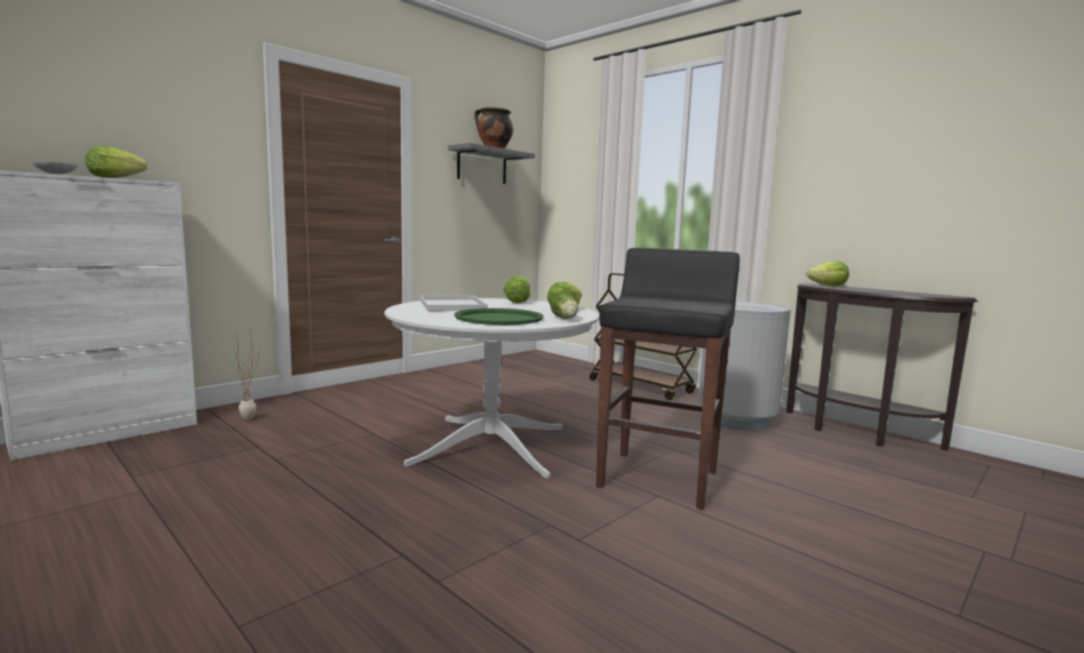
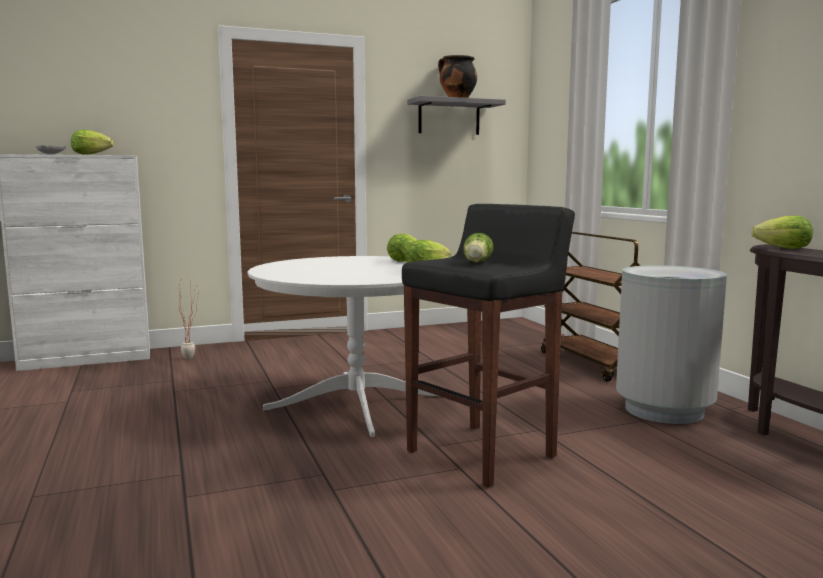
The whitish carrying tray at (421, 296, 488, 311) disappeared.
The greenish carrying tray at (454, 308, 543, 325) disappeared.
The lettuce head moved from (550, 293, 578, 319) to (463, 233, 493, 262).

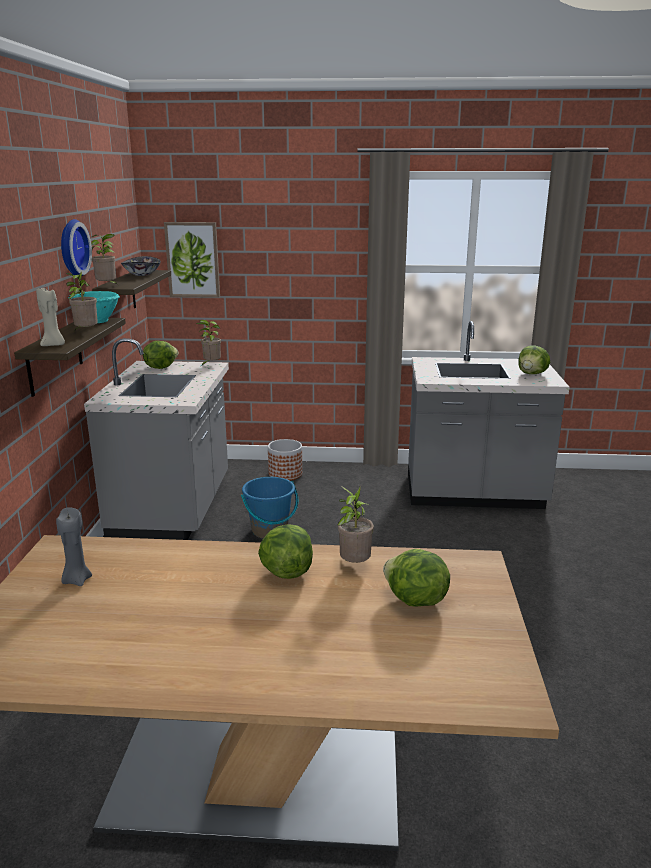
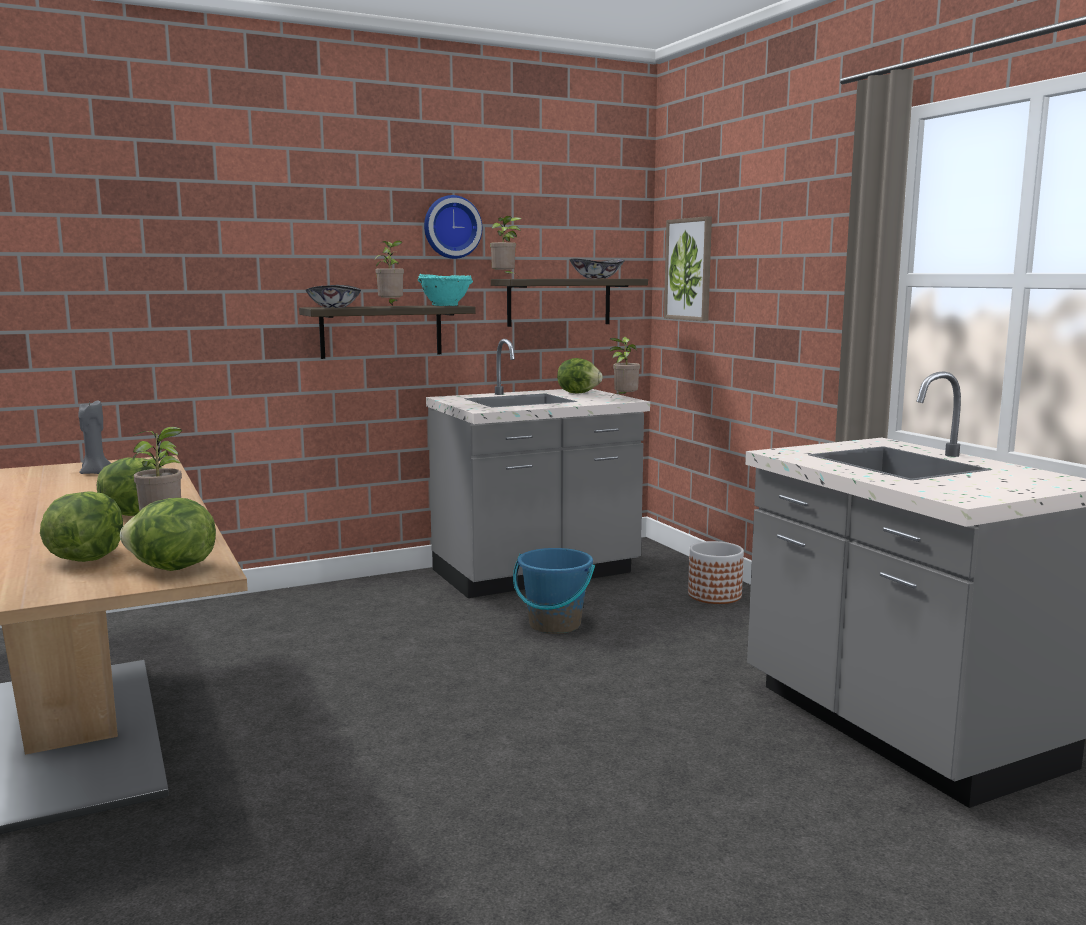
The lettuce head moved from (518, 345, 550, 374) to (120, 498, 216, 571).
The sand-coloured candle at (36, 287, 65, 346) was replaced by the deep dish at (306, 285, 361, 308).

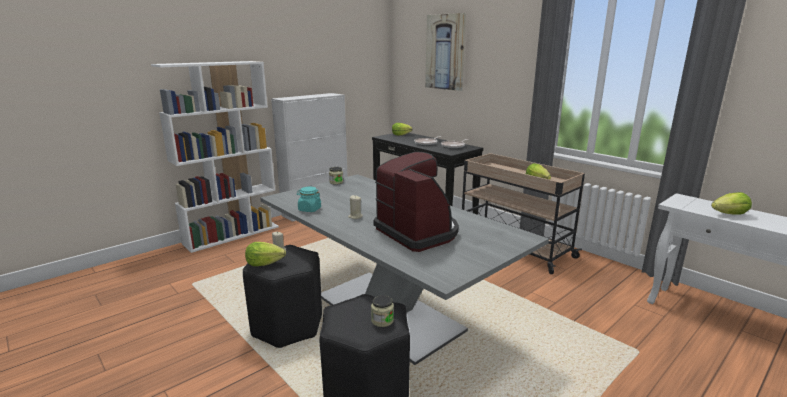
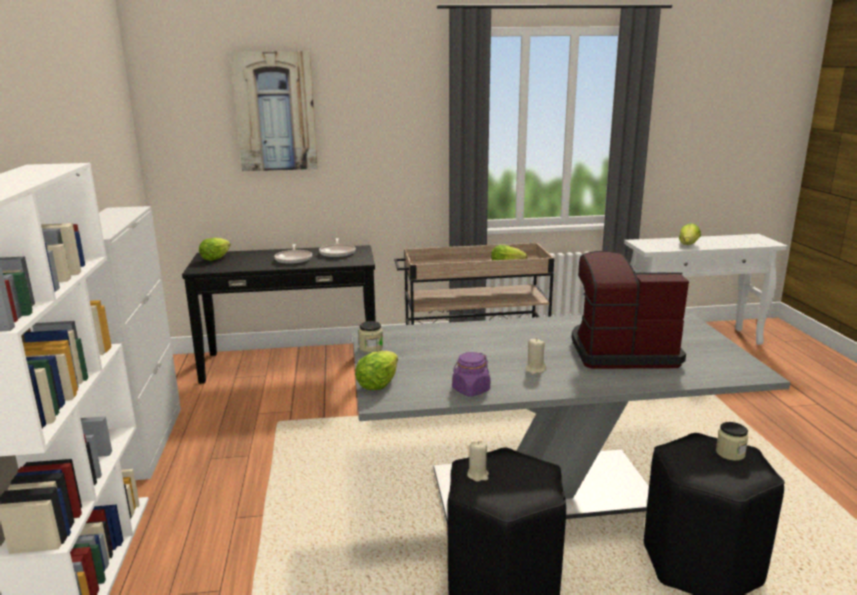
The lettuce head moved from (245, 242, 286, 266) to (355, 351, 398, 390).
The turquoise-coloured jar at (297, 187, 321, 212) became the purple jar at (452, 352, 490, 397).

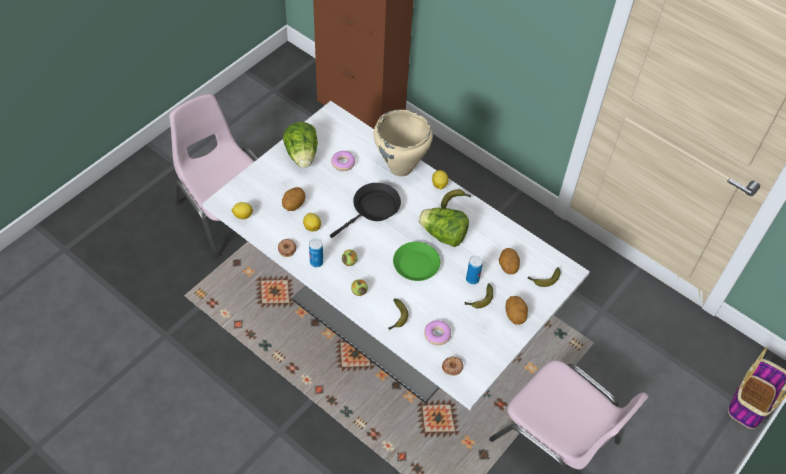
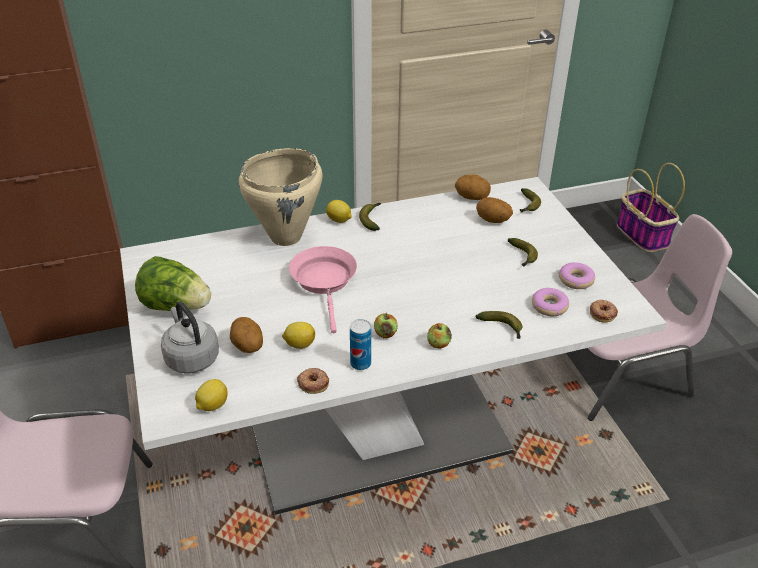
The greenish plate at (393, 242, 440, 281) disappeared.
The lettuce head at (418, 208, 469, 247) disappeared.
The sealed can at (466, 255, 483, 285) disappeared.
The greyish water kettle at (161, 302, 219, 373) appeared.
The doughnut moved from (331, 151, 355, 171) to (558, 262, 595, 289).
The whole potato moved from (505, 296, 528, 325) to (455, 175, 491, 200).
The blackish frying pan at (330, 183, 401, 238) became the pinkish frying pan at (289, 246, 357, 334).

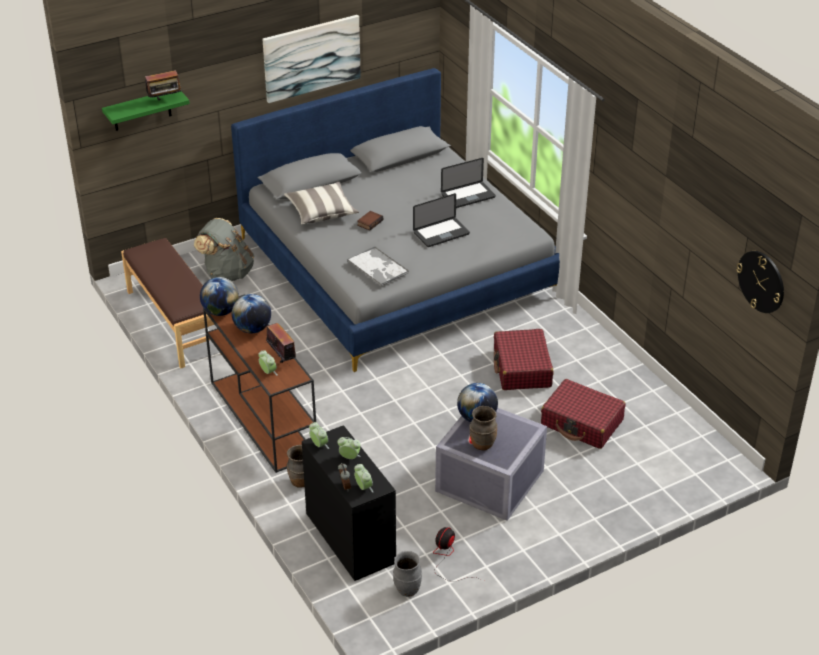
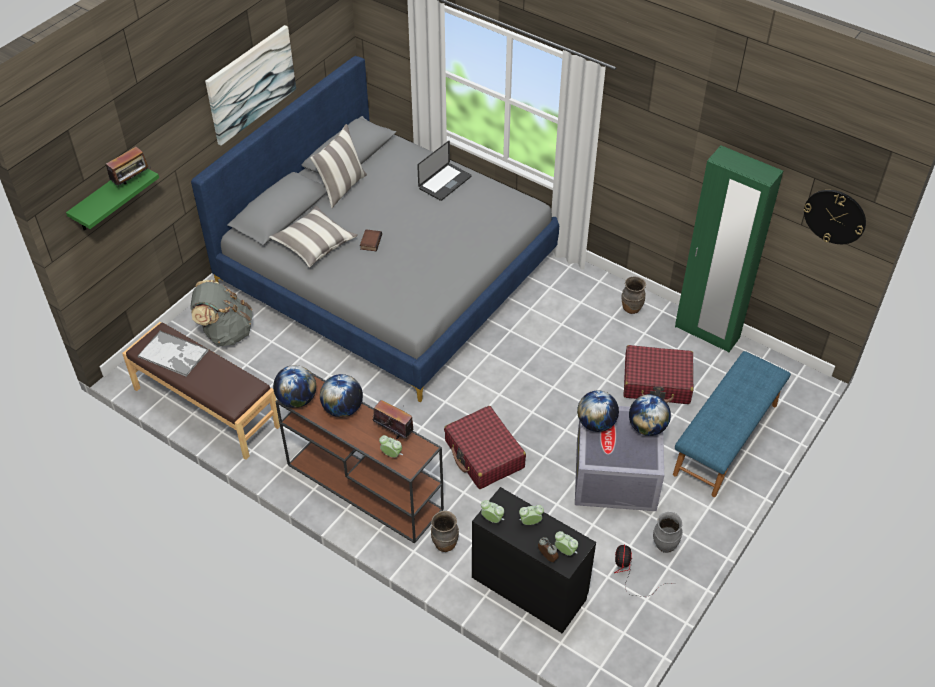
The portable computer at (413, 193, 470, 247) disappeared.
The pillow at (310, 124, 367, 208) appeared.
The desk globe at (629, 394, 671, 436) appeared.
The blue indoor bench at (673, 351, 791, 497) appeared.
The greenish armoire at (675, 145, 783, 353) appeared.
The carrying tray moved from (347, 247, 409, 286) to (137, 330, 209, 377).
The greyish flower vase moved from (393, 551, 422, 597) to (653, 512, 683, 553).
The brown-coloured flower vase moved from (469, 406, 497, 450) to (622, 277, 646, 314).
The red-coloured piece of luggage moved from (494, 329, 554, 390) to (444, 406, 526, 489).

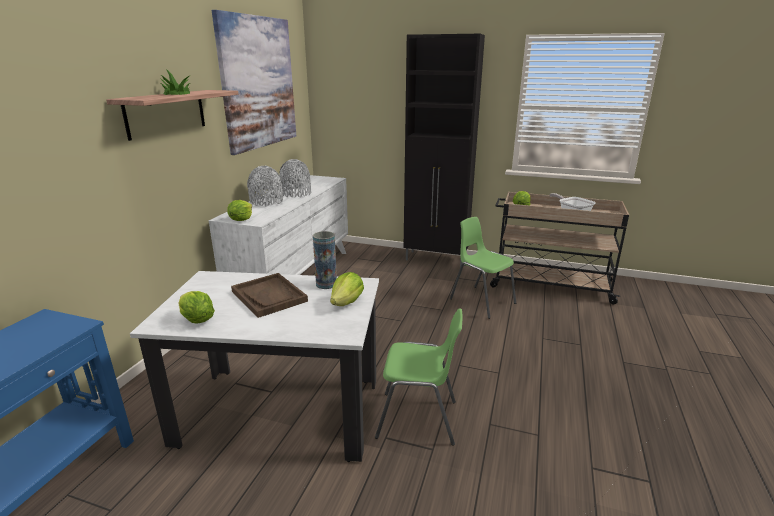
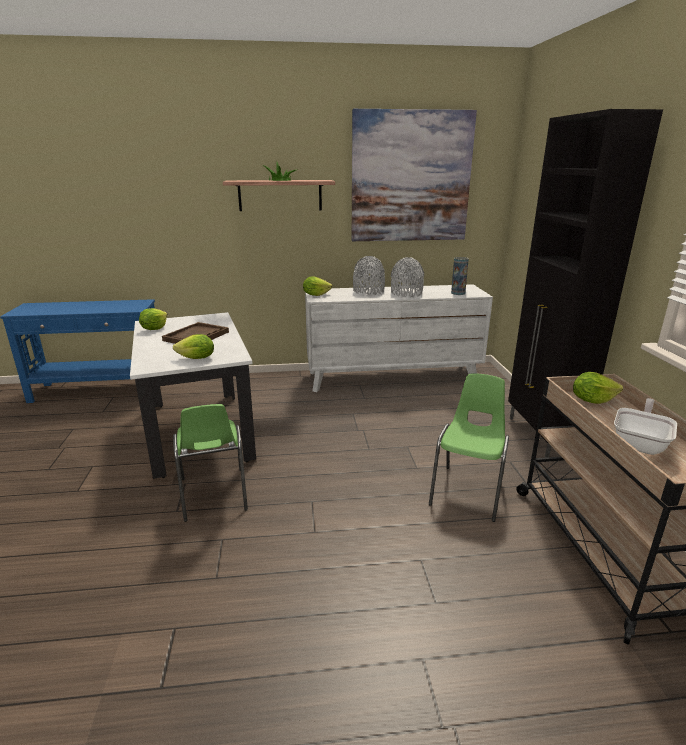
The flower vase moved from (313, 231, 337, 289) to (451, 257, 469, 295).

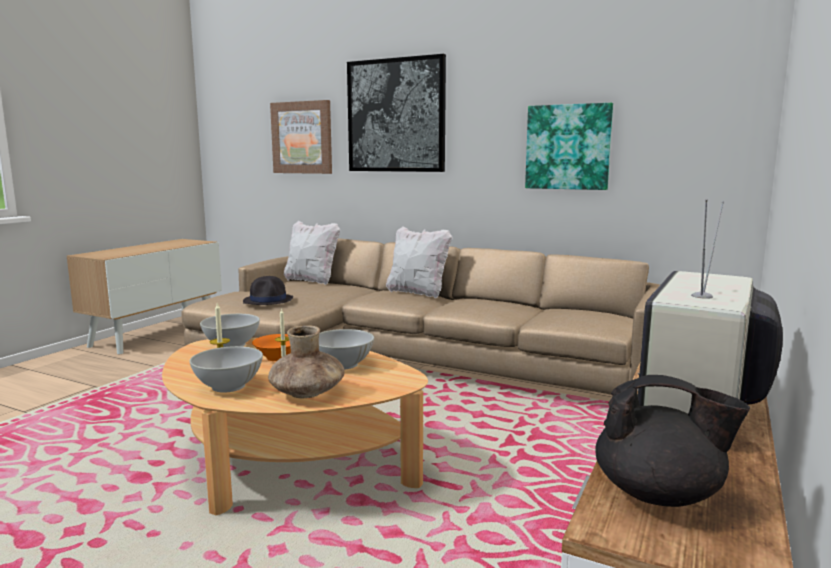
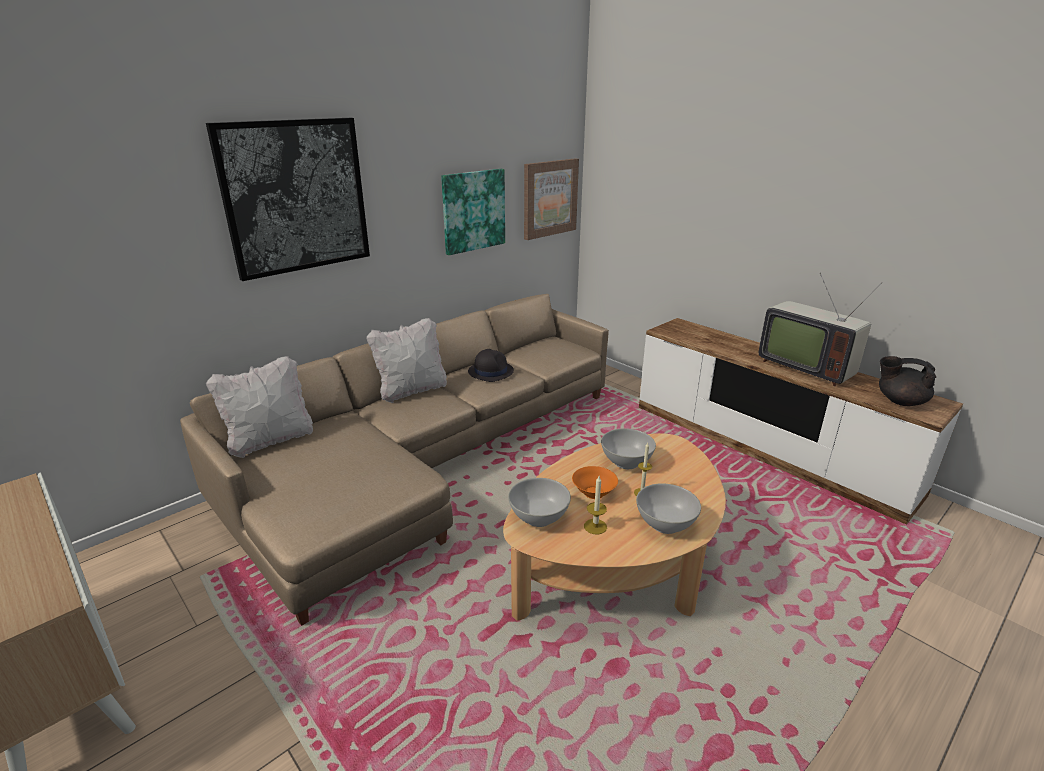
The brown-coloured flower vase at (268, 325, 345, 398) disappeared.
The blackish hat moved from (243, 276, 293, 305) to (468, 349, 514, 382).
The picture moved from (270, 100, 332, 174) to (524, 158, 579, 240).
The blackish tea pot at (595, 375, 750, 507) turned 105 degrees counterclockwise.

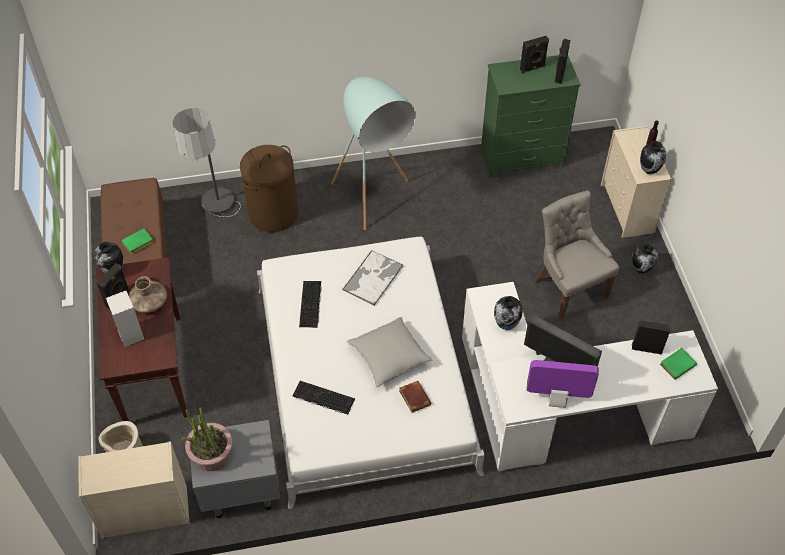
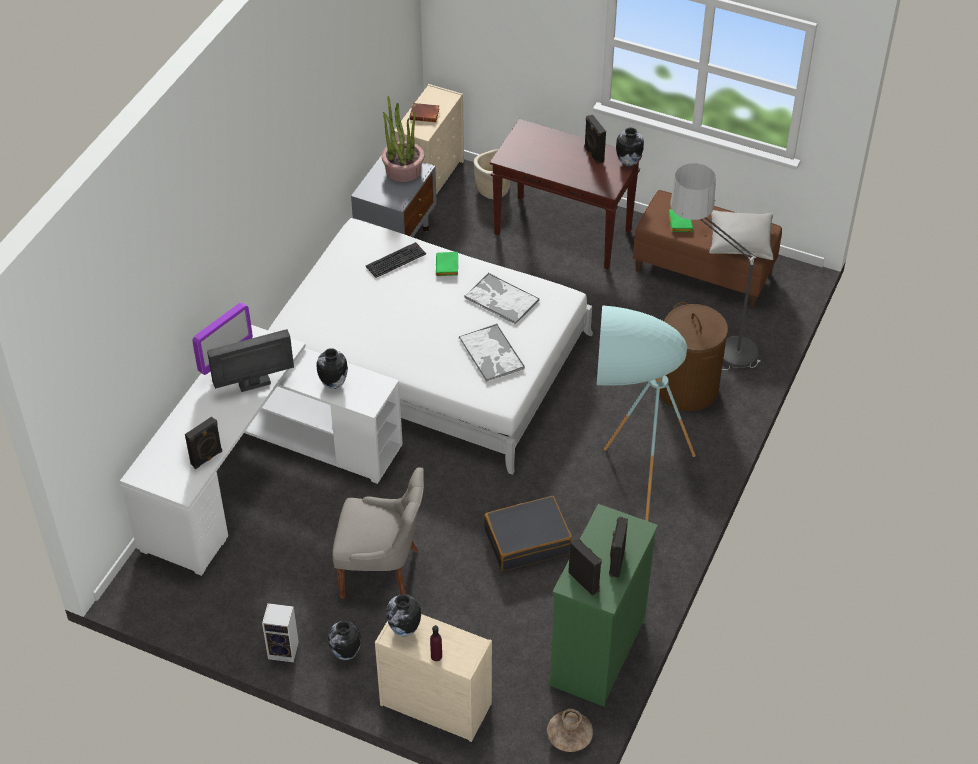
The blackish piece of luggage at (484, 496, 572, 571) appeared.
The audio speaker moved from (106, 291, 144, 347) to (262, 603, 299, 662).
The brown-coloured flower vase moved from (129, 276, 167, 313) to (547, 709, 593, 752).
The greyish pillow moved from (347, 317, 432, 387) to (709, 210, 773, 260).
The brown-coloured bound book moved from (399, 381, 432, 413) to (409, 103, 439, 122).
The greenish bound book moved from (660, 348, 697, 380) to (436, 252, 458, 276).
The keyboard at (299, 281, 321, 328) was replaced by the carrying tray at (464, 273, 540, 325).

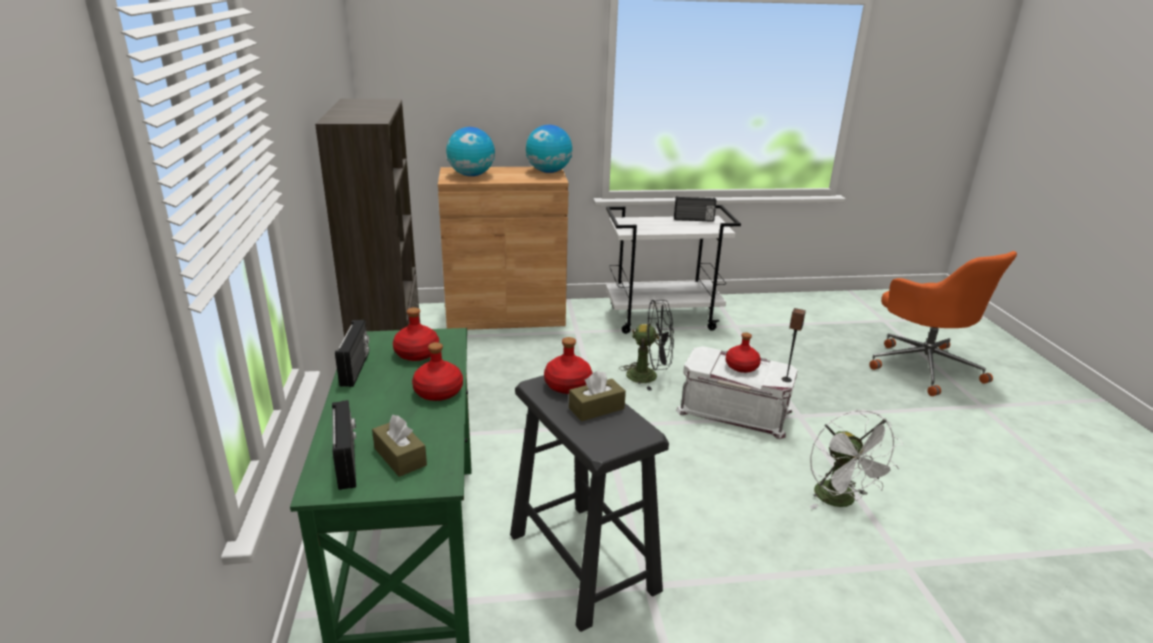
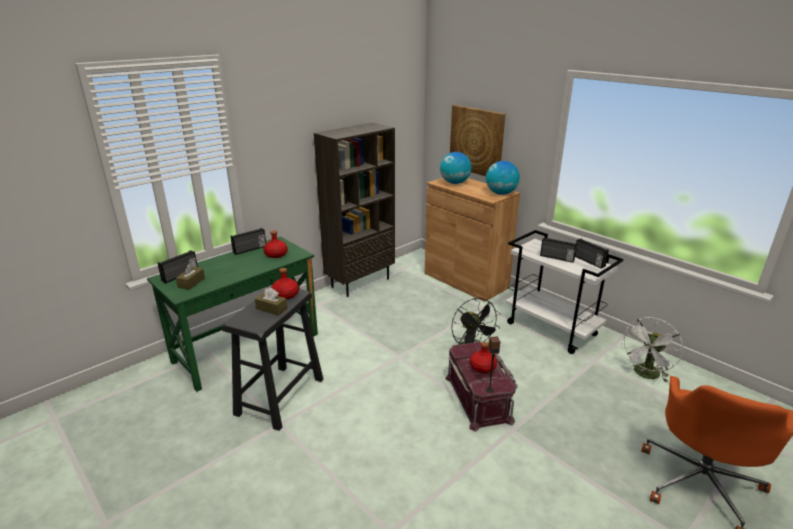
The red-coloured bottle at (412, 342, 463, 401) disappeared.
The picture at (450, 105, 506, 176) appeared.
The radio set at (540, 237, 577, 263) appeared.
The whitish cooling fan moved from (809, 409, 903, 509) to (622, 317, 683, 382).
The whitish storage bin at (676, 346, 798, 439) became the red-coloured storage bin at (445, 342, 518, 432).

